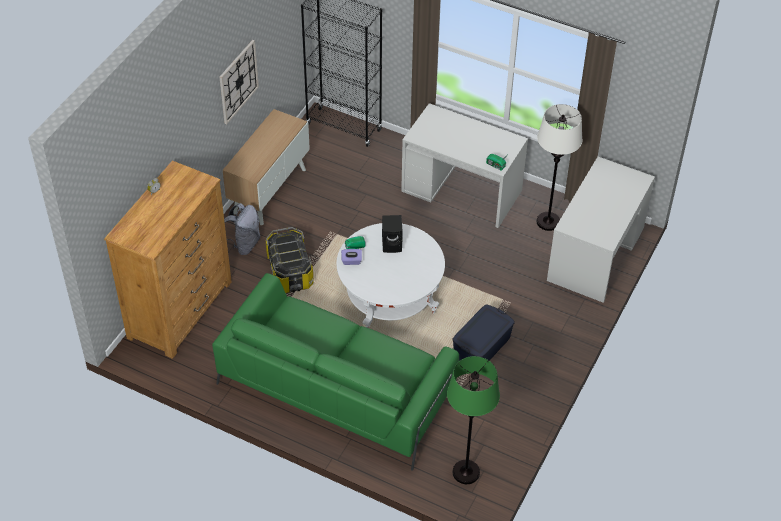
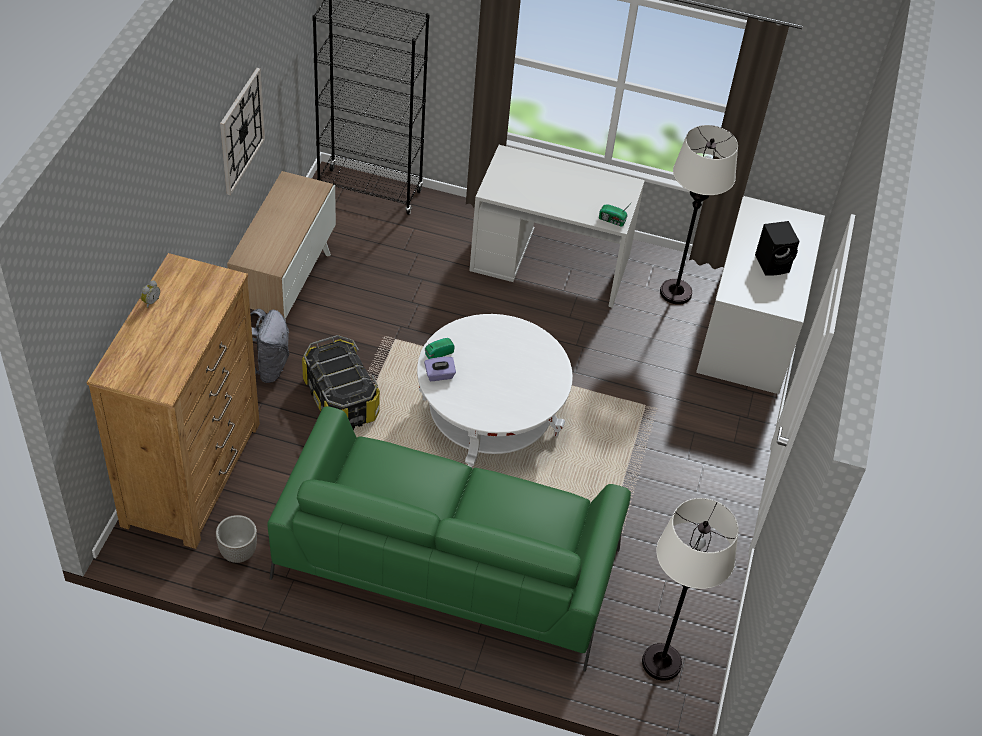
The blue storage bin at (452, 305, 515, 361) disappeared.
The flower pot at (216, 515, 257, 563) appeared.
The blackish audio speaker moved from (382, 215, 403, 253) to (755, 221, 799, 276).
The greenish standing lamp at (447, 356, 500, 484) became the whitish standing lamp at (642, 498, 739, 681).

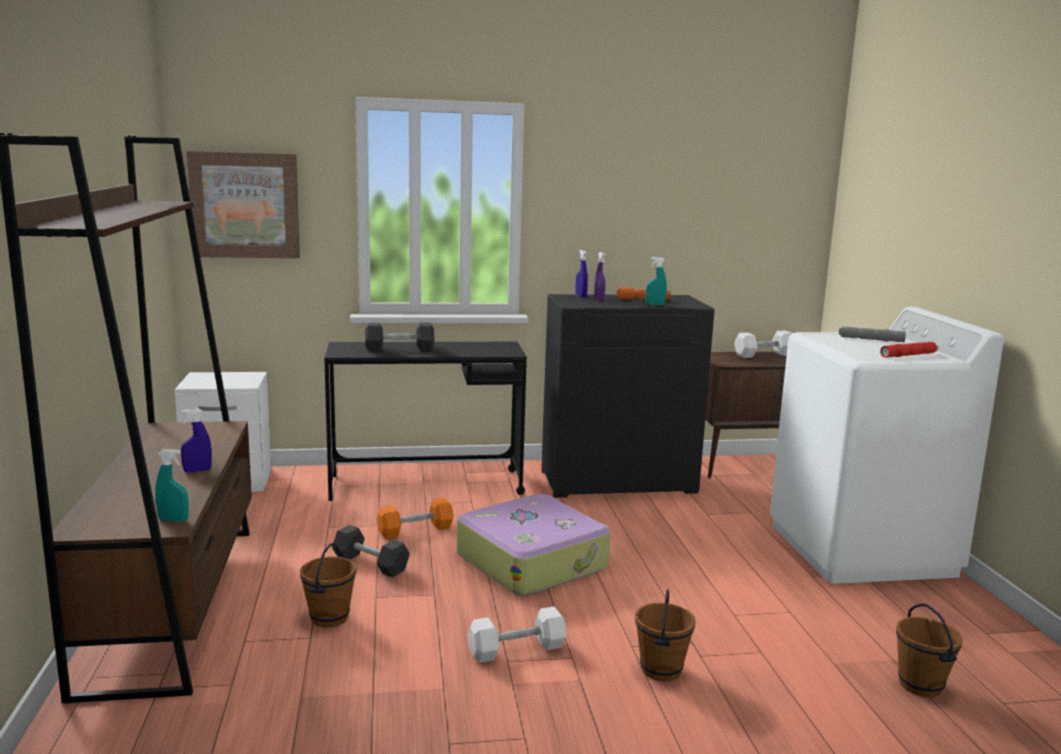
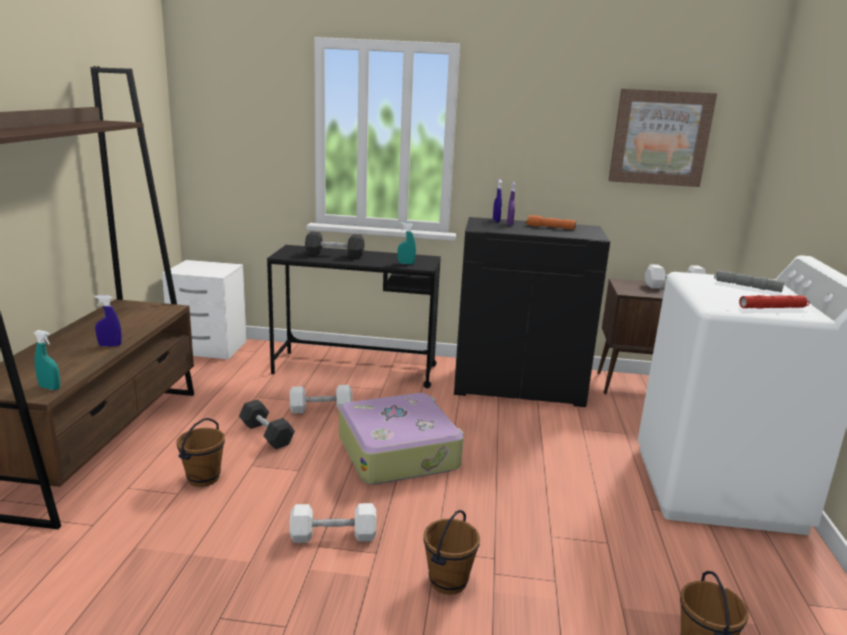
The picture moved from (187, 151, 300, 258) to (608, 89, 717, 187).
The turquoise-coloured spray bottle moved from (646, 257, 667, 305) to (398, 223, 416, 264).
The orange hand weight at (377, 498, 454, 539) became the whitish hand weight at (290, 385, 353, 414).

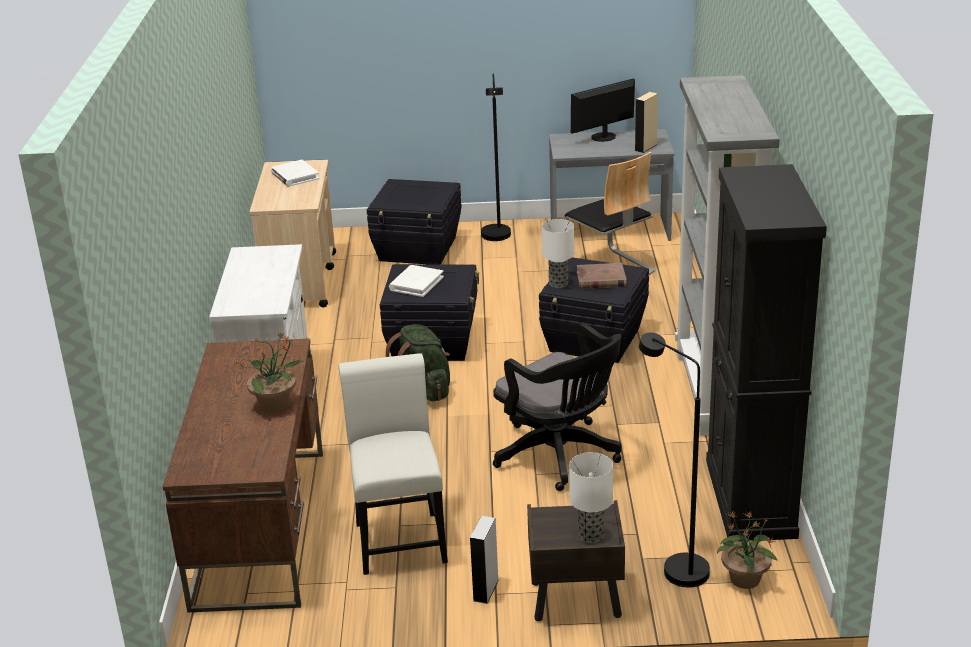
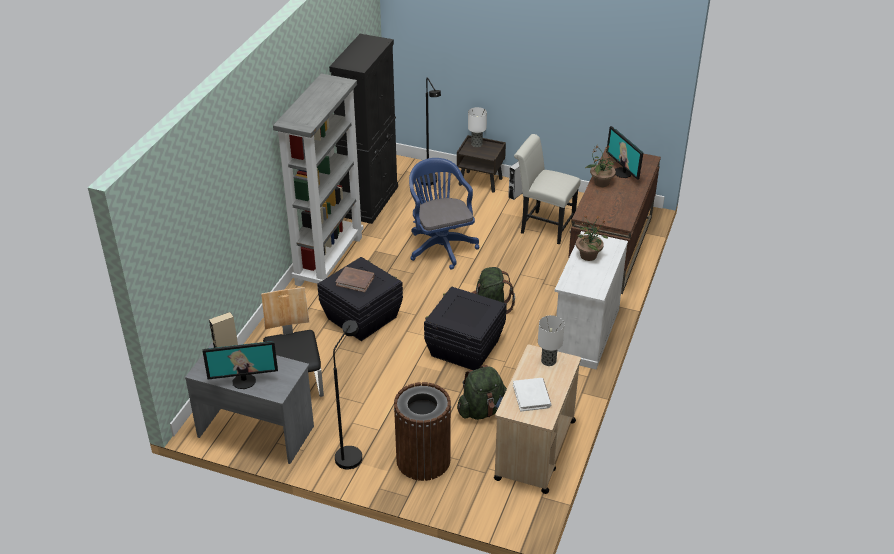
The whitish bound book at (389, 265, 444, 297) disappeared.
The greenish rucksack at (457, 365, 507, 420) appeared.
The monitor at (606, 126, 643, 180) appeared.
The lamp for a table moved from (542, 219, 574, 288) to (538, 315, 565, 366).
The potted plant moved from (717, 511, 778, 589) to (576, 215, 609, 261).
The blackish storage bin at (367, 179, 461, 264) was replaced by the brown-coloured waste bin at (394, 382, 451, 481).
The blackish desk chair at (493, 323, 622, 491) became the blue desk chair at (409, 158, 479, 270).
The whitish chair at (338, 353, 448, 575) turned 105 degrees clockwise.

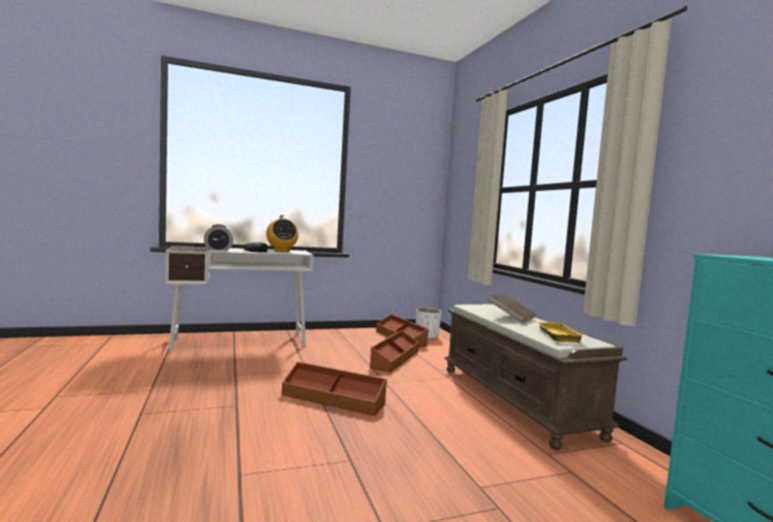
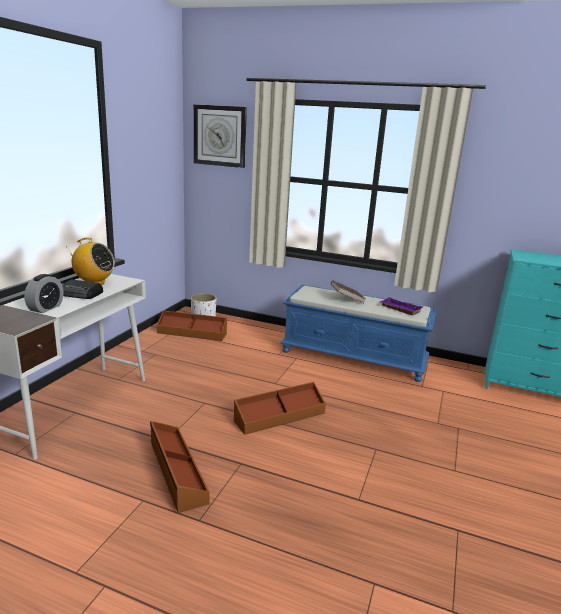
The hanging clock at (194, 104, 247, 168) appeared.
The brown-coloured storage bin moved from (370, 330, 419, 373) to (150, 421, 210, 513).
The brown-coloured indoor bench at (445, 304, 627, 450) became the blue indoor bench at (280, 285, 437, 382).
The yellow-coloured carrying tray at (536, 322, 583, 343) became the purple carrying tray at (380, 297, 424, 315).

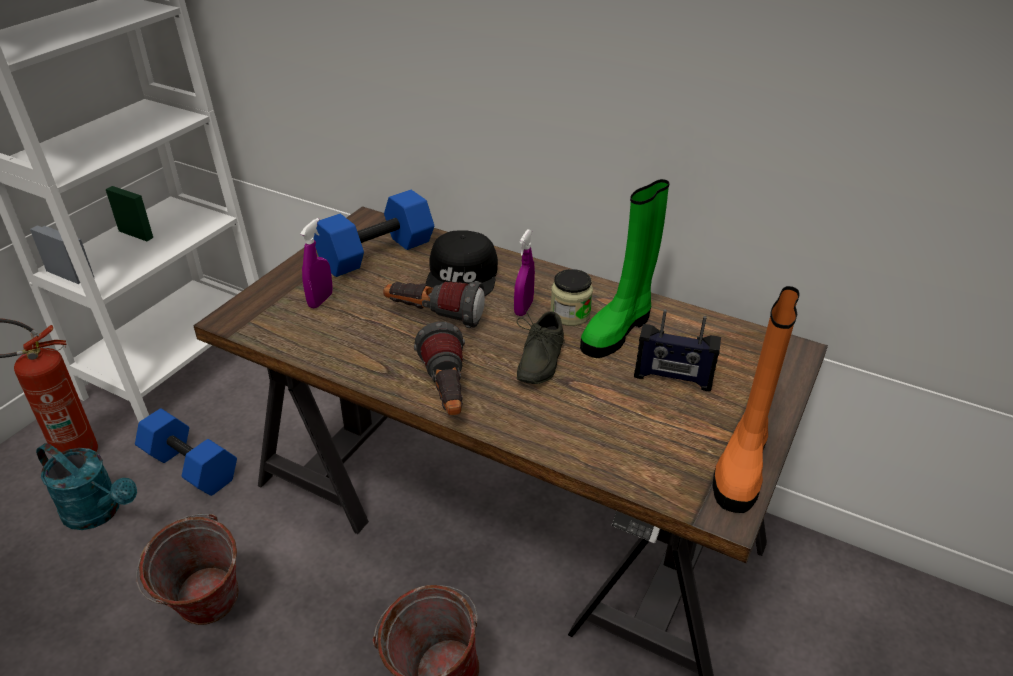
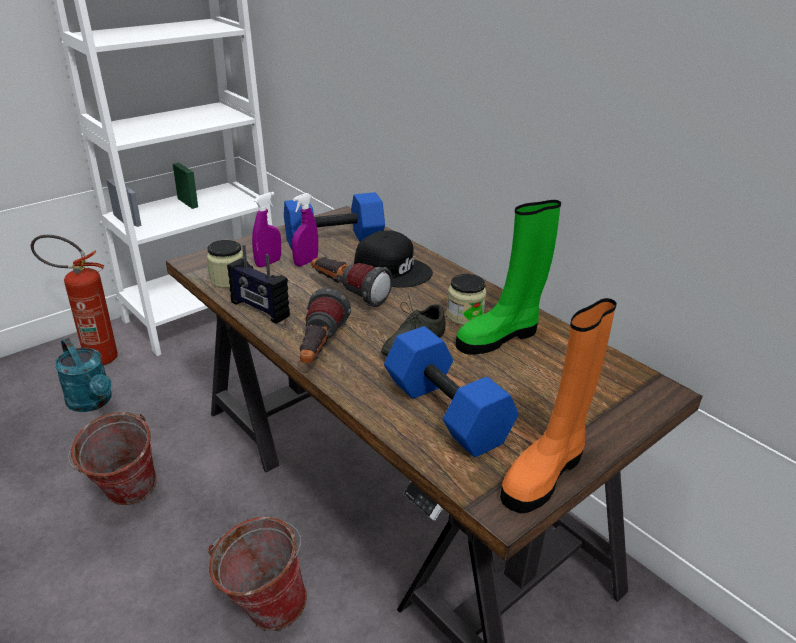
The jar at (207, 240, 243, 288) appeared.
The blue hand weight moved from (135, 408, 237, 496) to (384, 326, 518, 457).
The purple spray bottle moved from (514, 229, 535, 316) to (292, 193, 318, 266).
The radio set moved from (634, 309, 721, 392) to (227, 244, 290, 324).
The blackish peaked cap at (426, 230, 498, 296) turned 90 degrees counterclockwise.

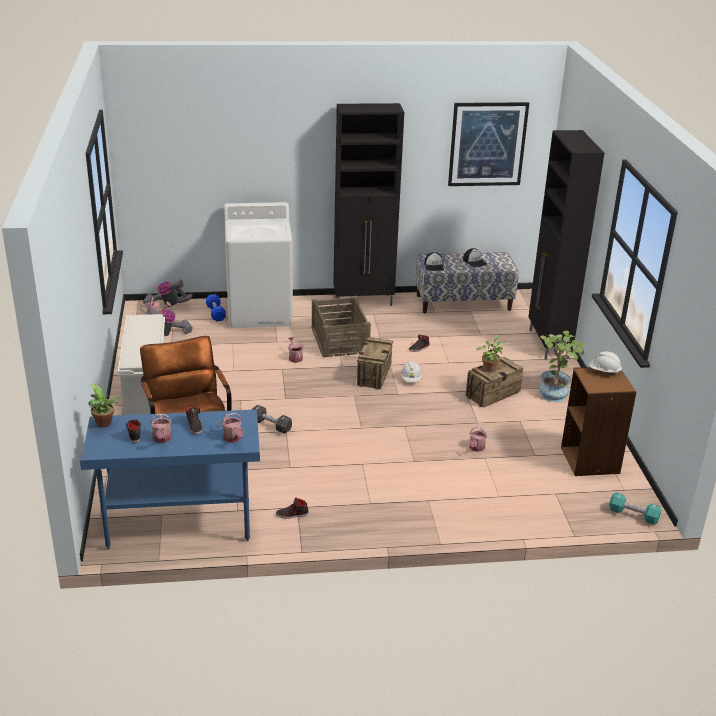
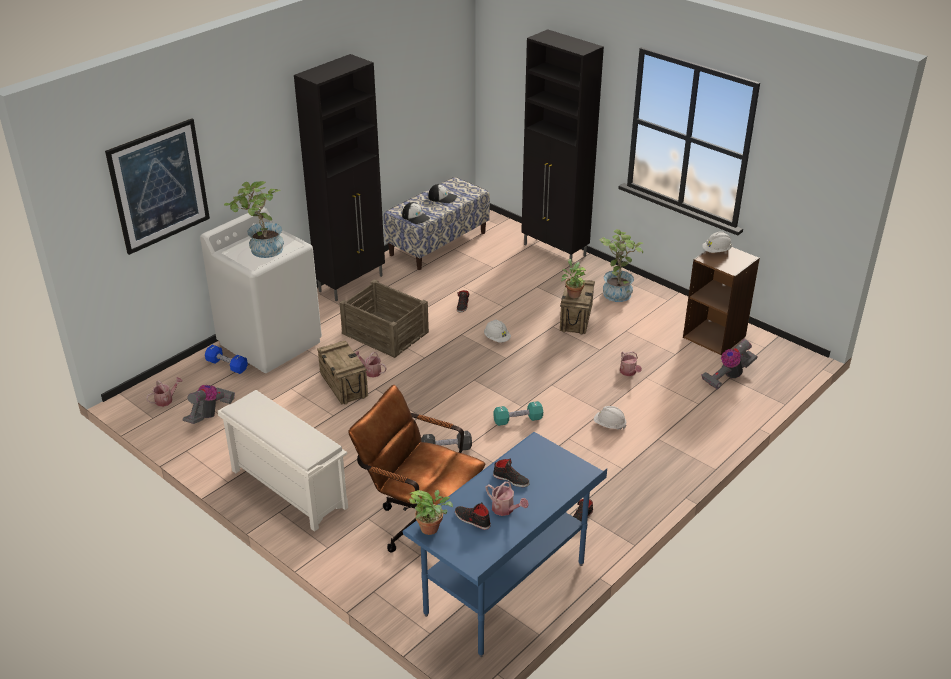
The watering can at (221, 413, 244, 442) disappeared.
The potted plant at (224, 181, 284, 258) appeared.
The whitish safety helmet at (594, 406, 627, 430) appeared.
The hoover moved from (143, 279, 193, 307) to (701, 339, 758, 389).
The crate moved from (357, 337, 393, 389) to (317, 341, 368, 404).
The picture moved from (448, 102, 529, 186) to (105, 118, 210, 255).
The turquoise-coloured hand weight moved from (609, 492, 661, 525) to (493, 401, 543, 426).

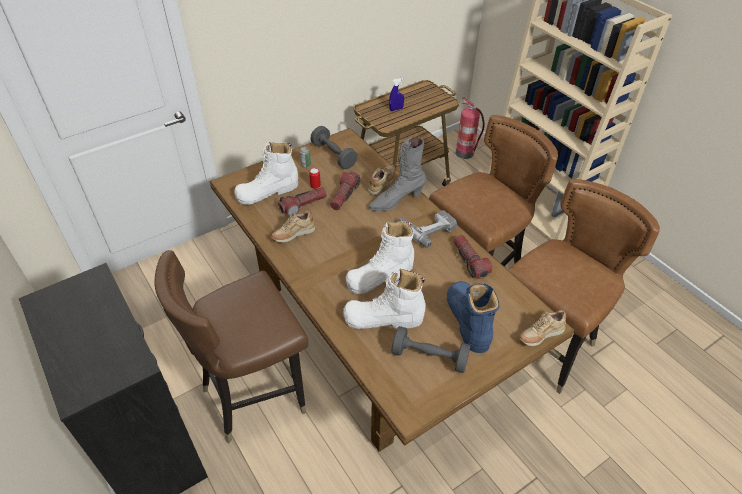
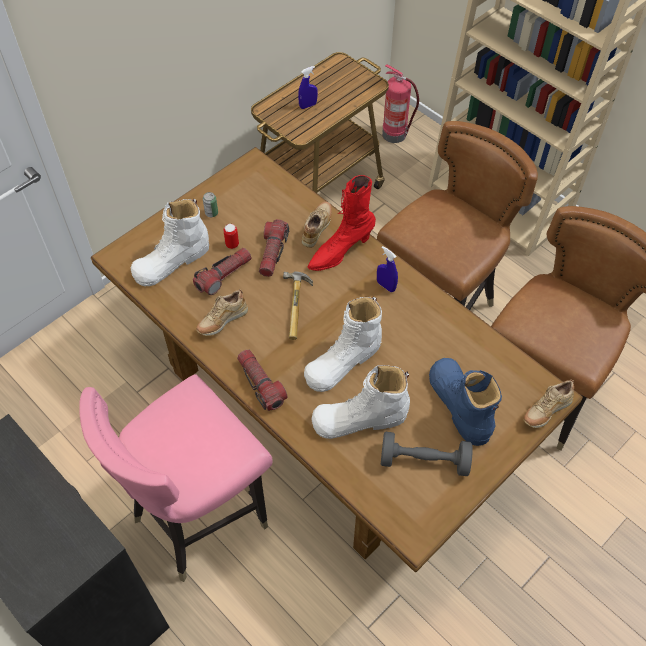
The greyish hand weight at (310, 126, 358, 169) disappeared.
The hammer at (283, 271, 313, 340) appeared.
The hand torch moved from (454, 235, 492, 279) to (237, 350, 287, 411).
The power drill at (398, 210, 457, 248) was replaced by the blue spray bottle at (377, 246, 398, 292).
The brown-coloured chair at (154, 250, 309, 444) became the pinkish chair at (79, 374, 273, 582).
The greyish tall boot at (368, 137, 426, 211) became the red-coloured tall boot at (307, 175, 376, 271).

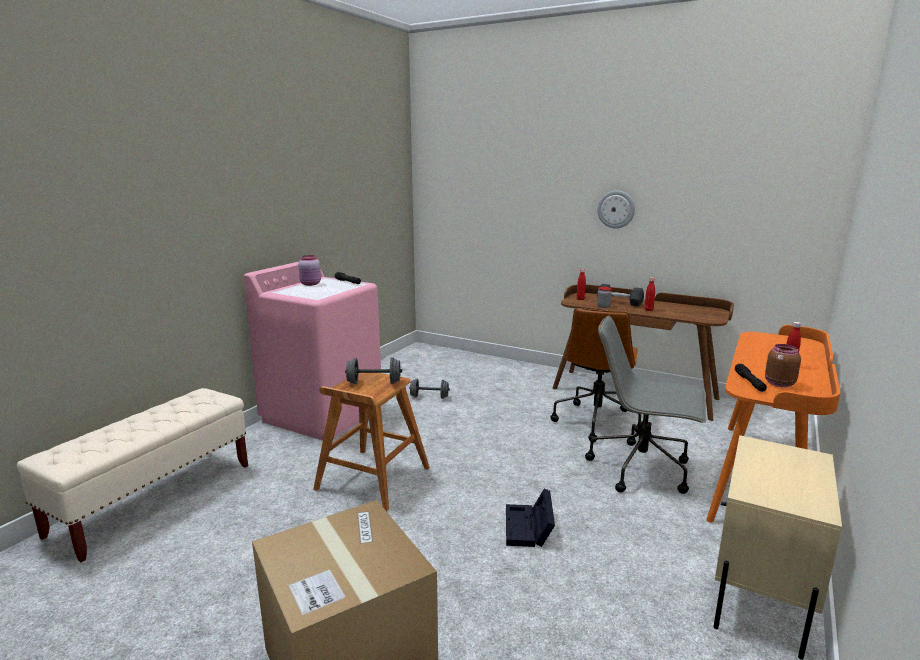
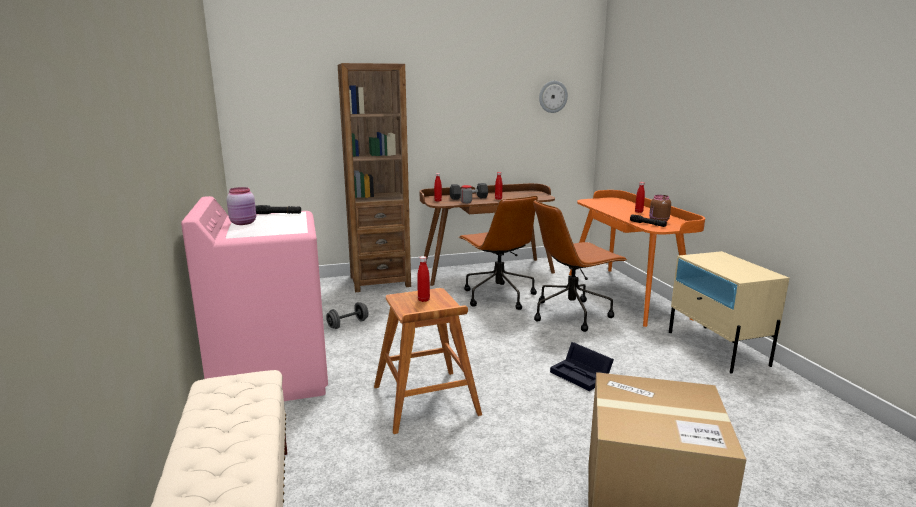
The brown-coloured bookshelf at (338, 63, 411, 292) appeared.
The hanging clock moved from (597, 190, 635, 229) to (539, 81, 568, 113).
The greyish hand weight at (345, 358, 402, 384) was replaced by the red-coloured bottle at (417, 256, 430, 302).
The greyish desk chair at (585, 316, 706, 494) became the brown-coloured desk chair at (533, 200, 627, 332).

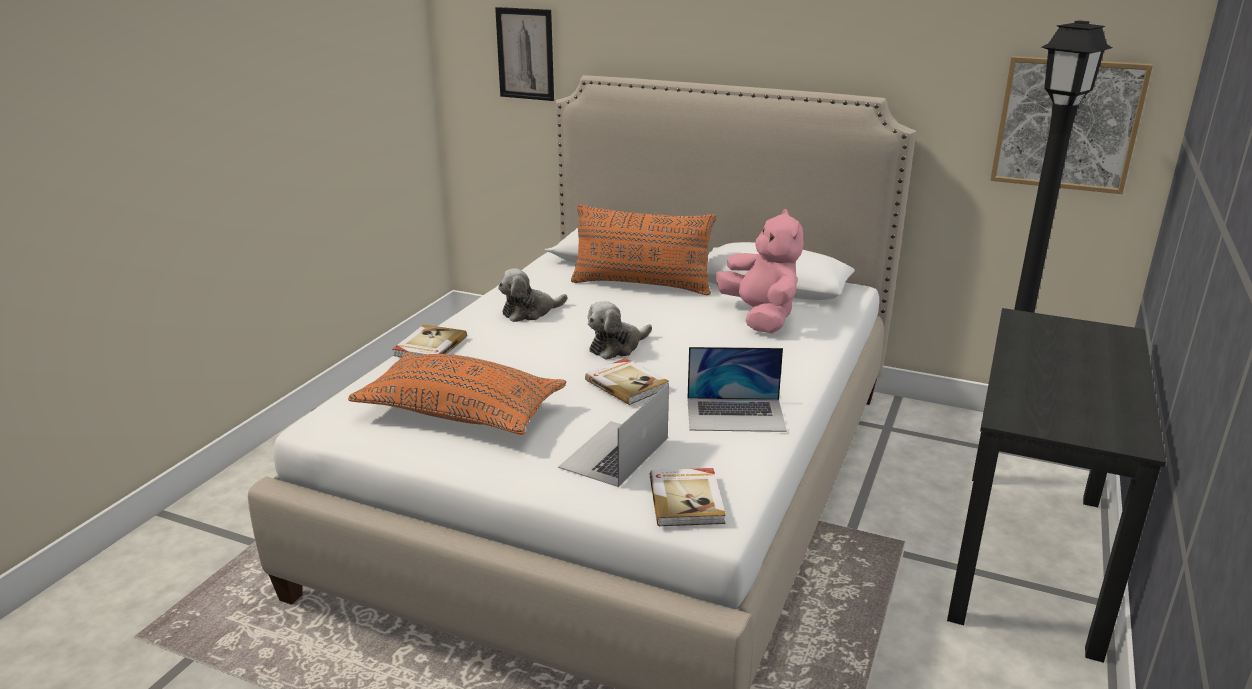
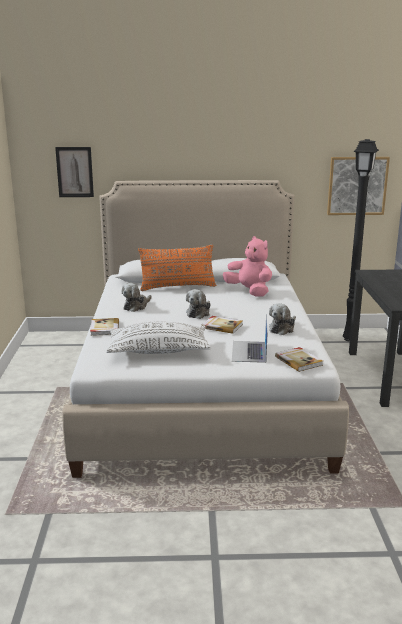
The portable computer at (687, 347, 787, 432) was replaced by the soft toy at (269, 303, 296, 335).
The orange pillow at (348, 352, 567, 435) became the whitish pillow at (106, 321, 211, 354).

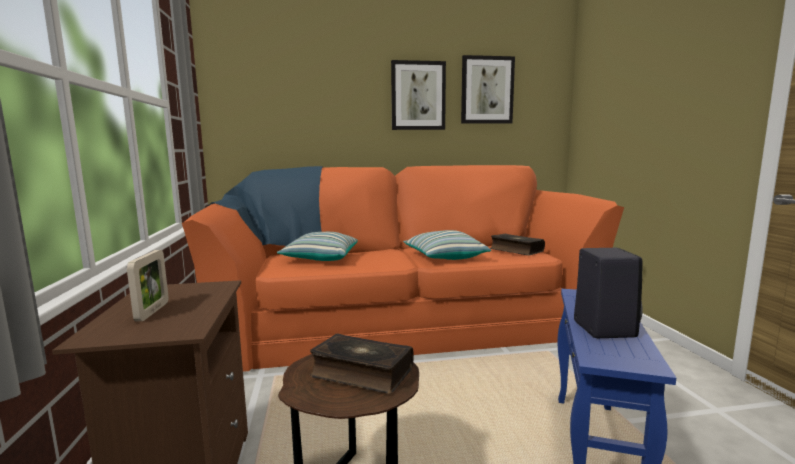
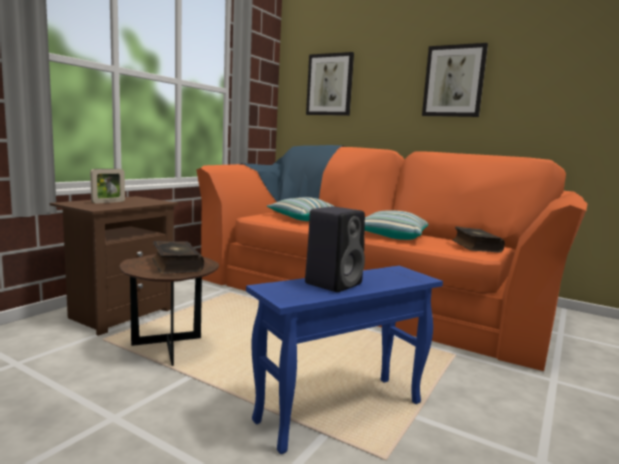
The picture moved from (461, 55, 515, 124) to (306, 52, 354, 116).

